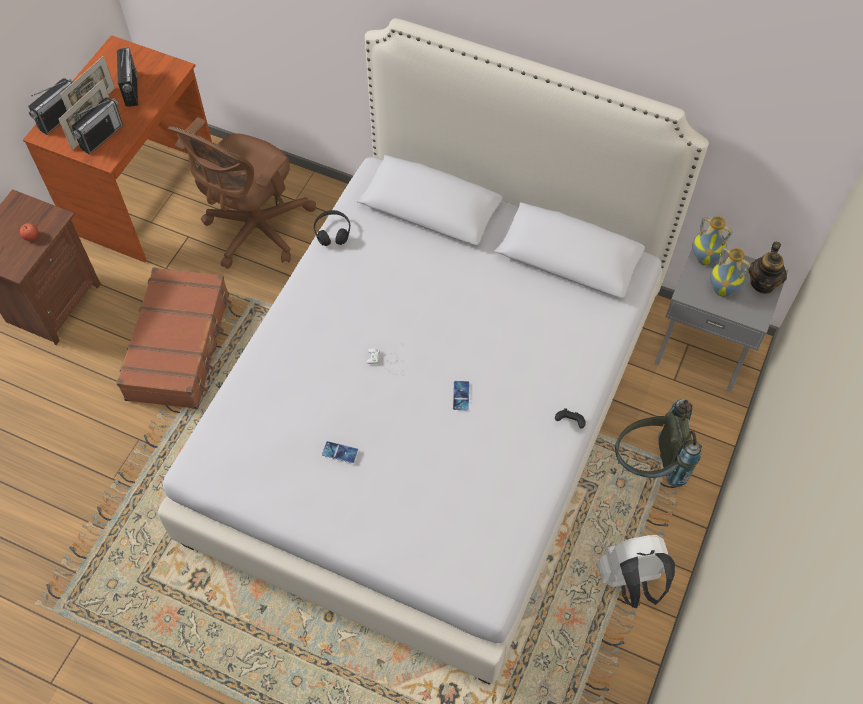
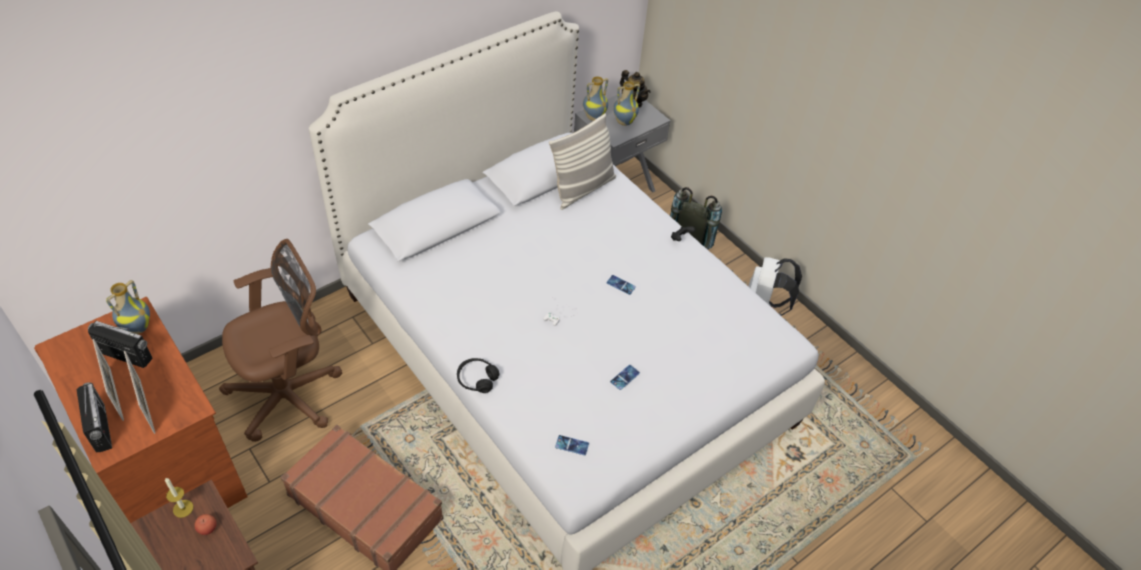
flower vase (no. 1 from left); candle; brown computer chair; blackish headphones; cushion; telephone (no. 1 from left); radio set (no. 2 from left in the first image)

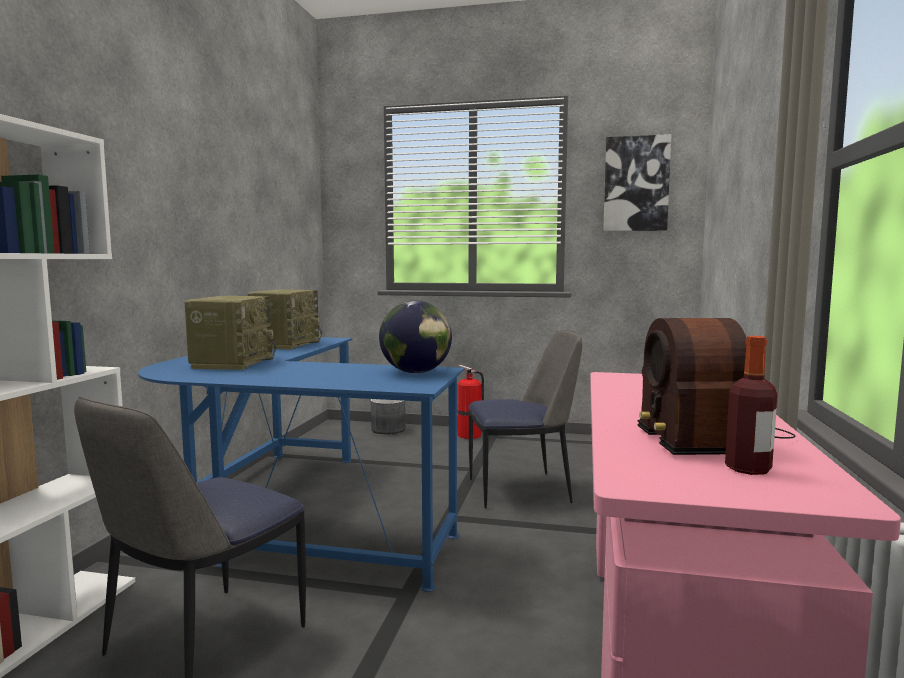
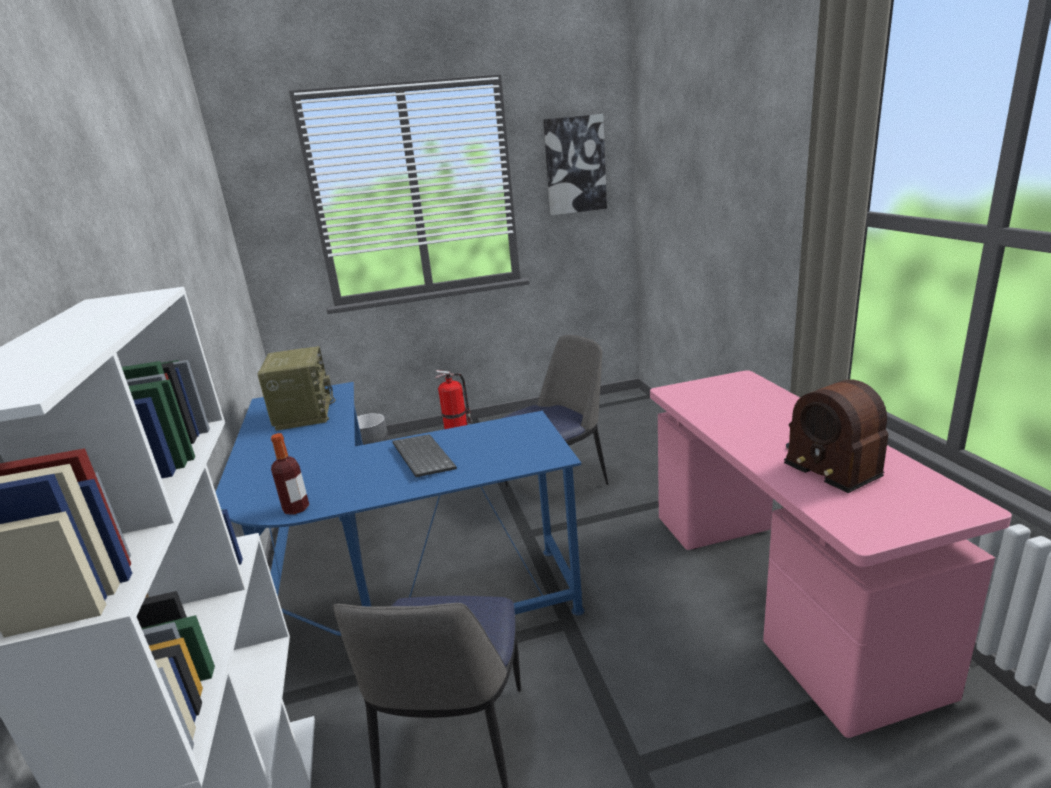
drink bottle; computer keyboard; radio set (no. 1 from left in the first image); world globe

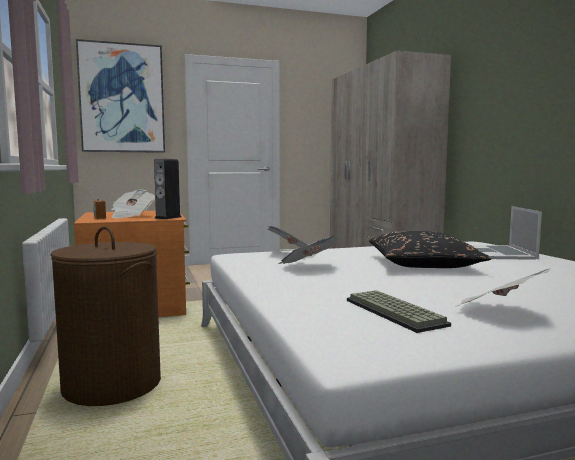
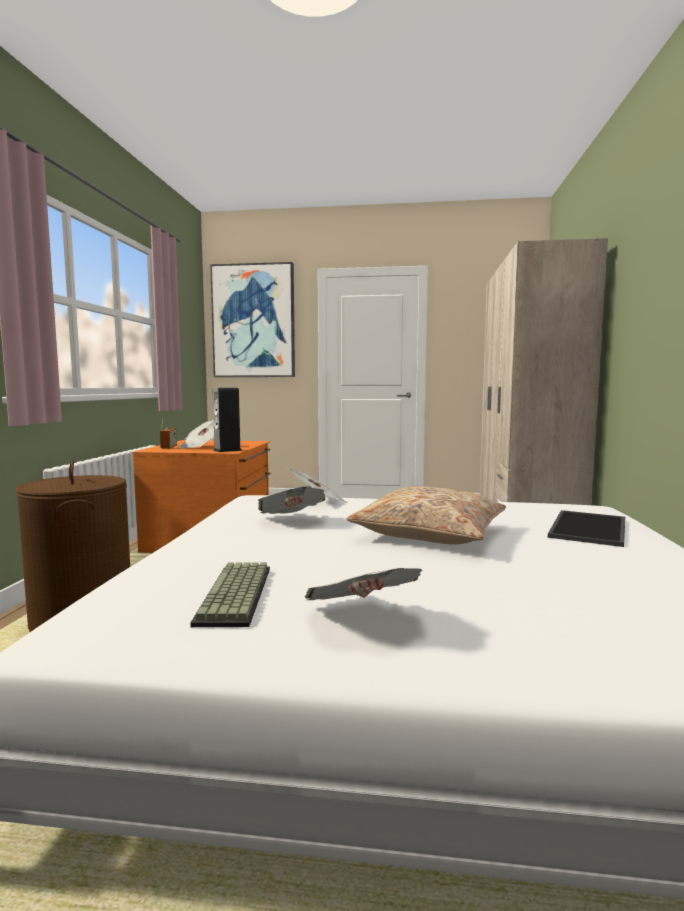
beige-coloured cushion; carrying tray

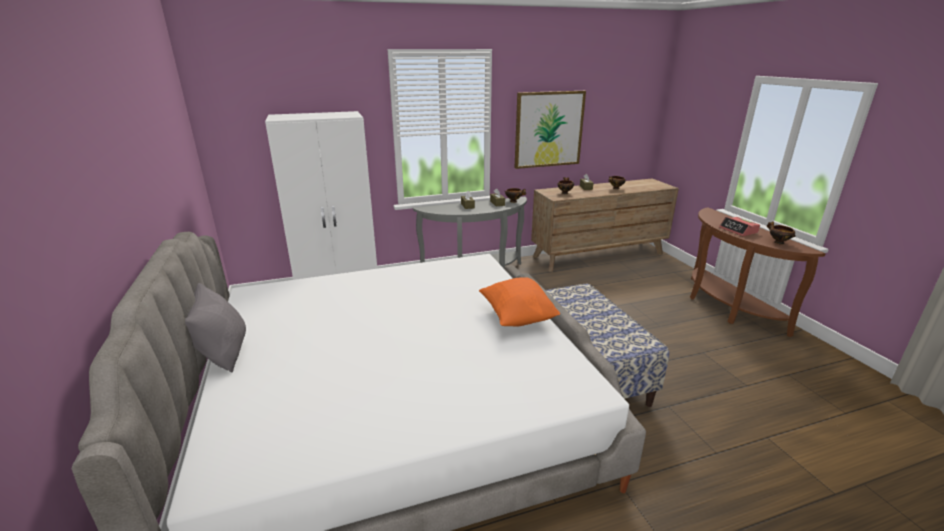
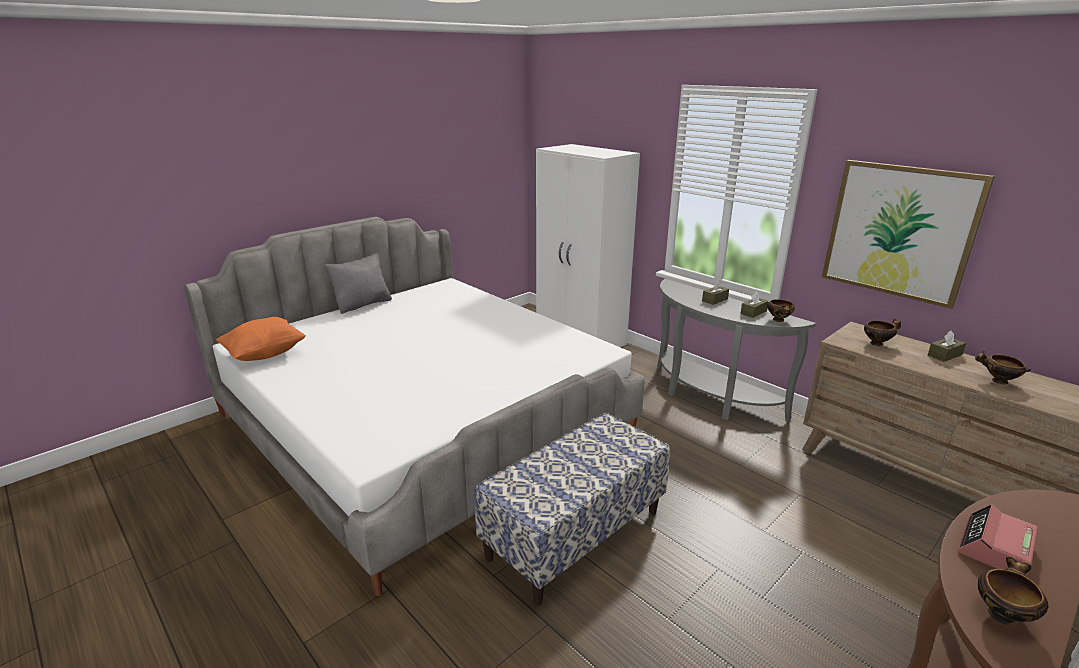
orangey cushion

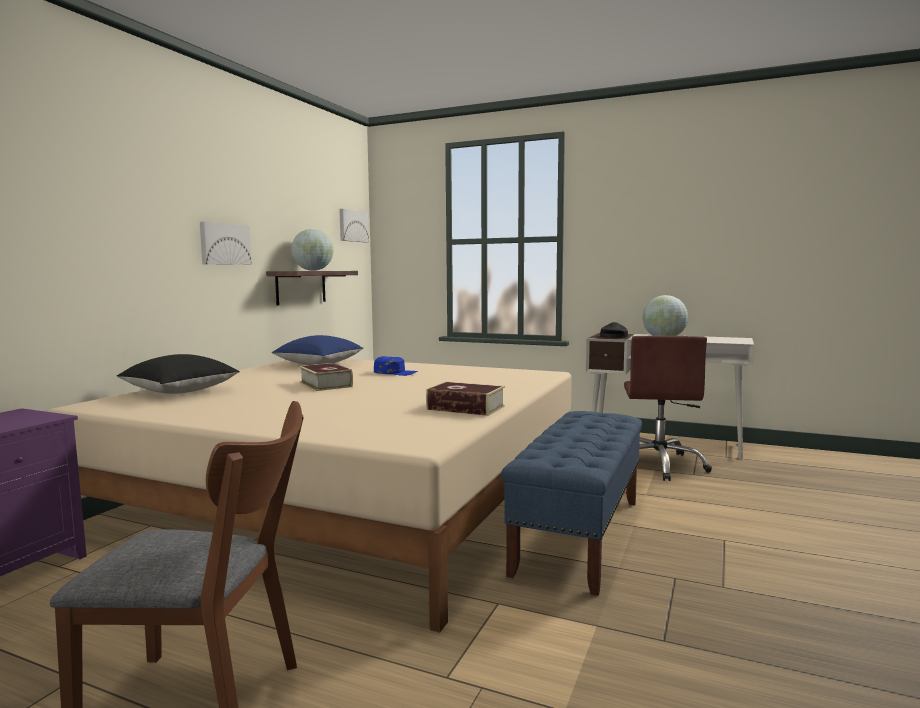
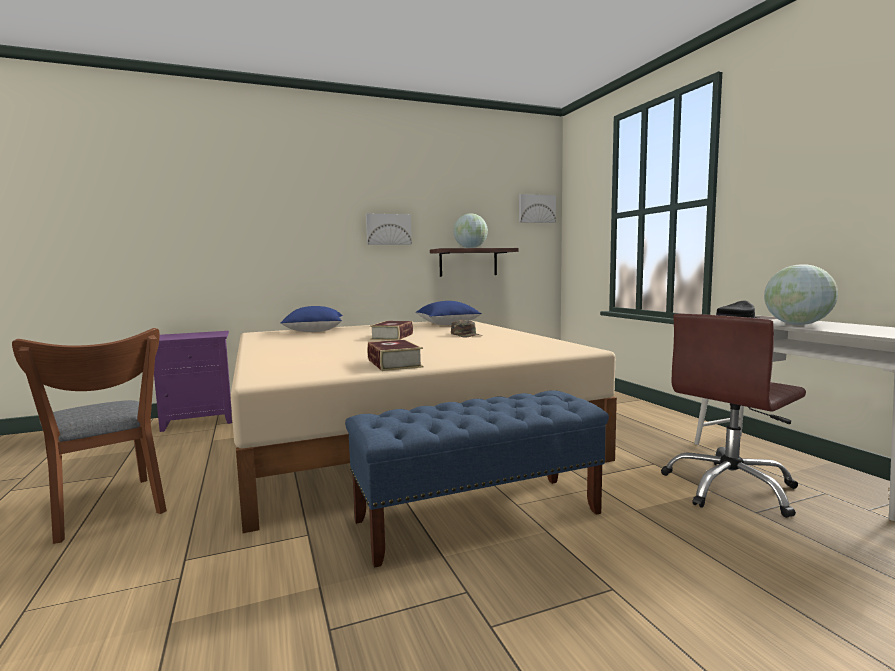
blue cushion (no. 1 from left); green-coloured baseball cap

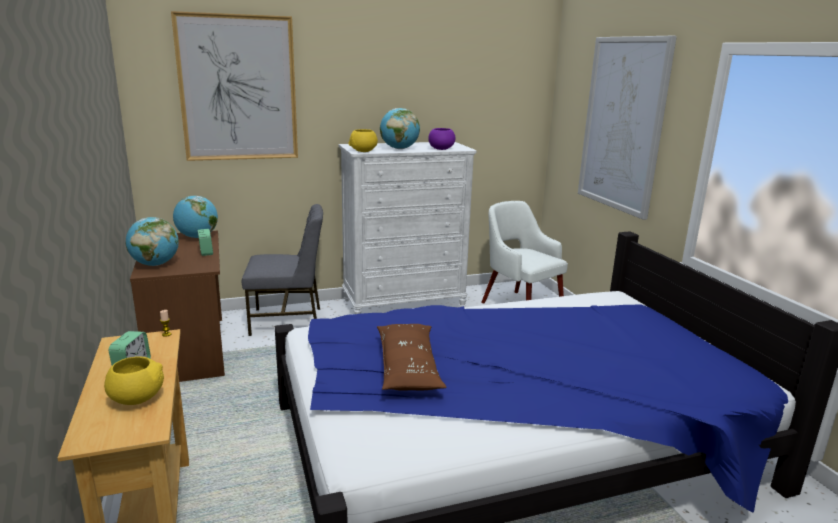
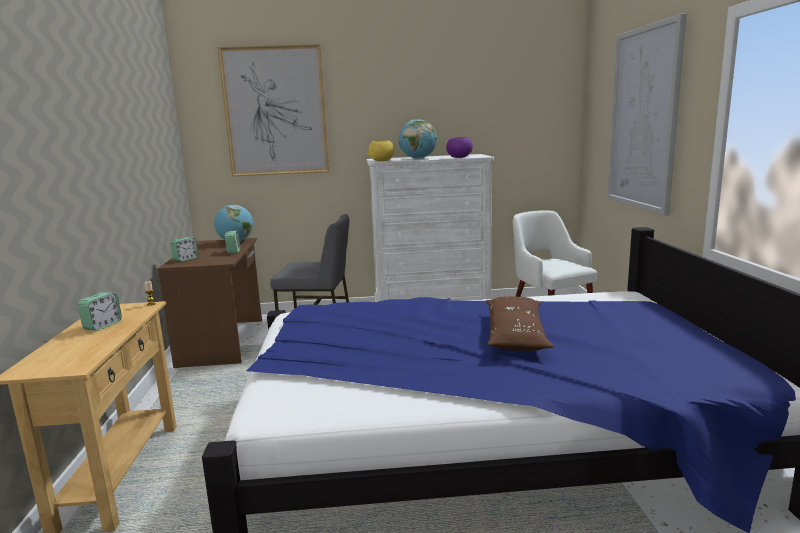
table clock (no. 2 from left); brown cushion; yellowish deep dish (no. 1 from left in the first image)

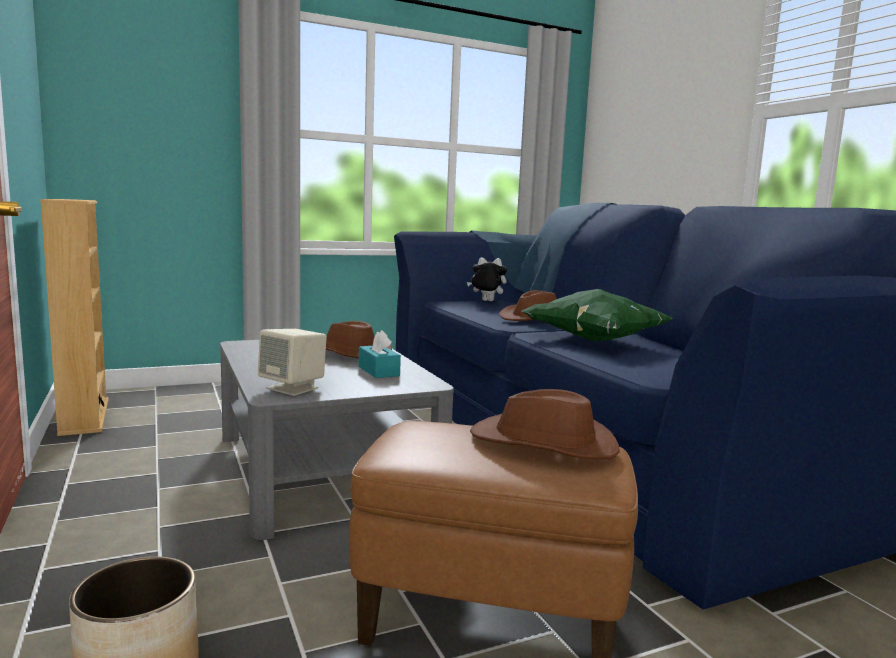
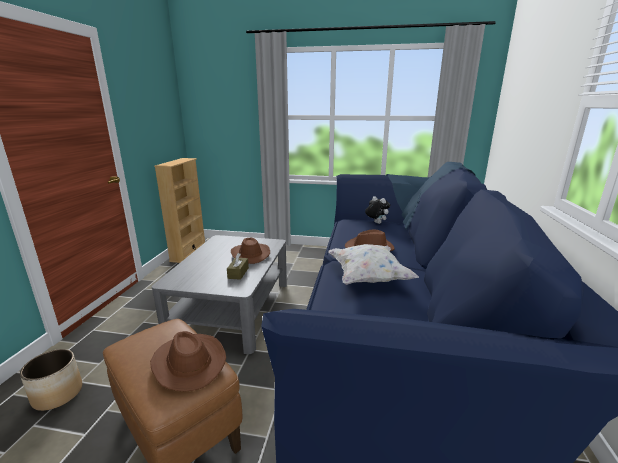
brown box of tissues; white cushion; beige-coloured speaker

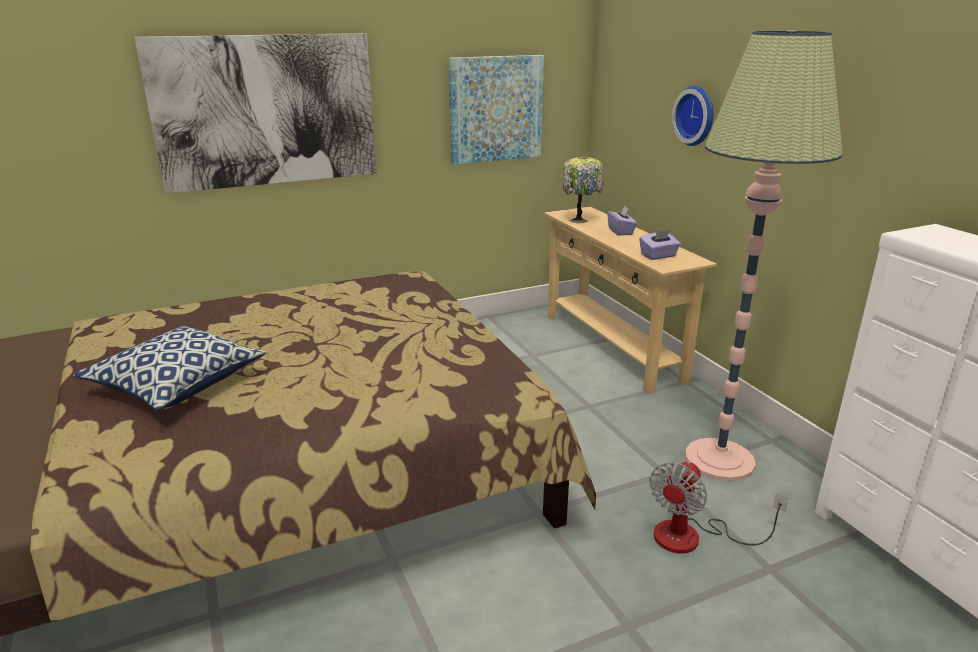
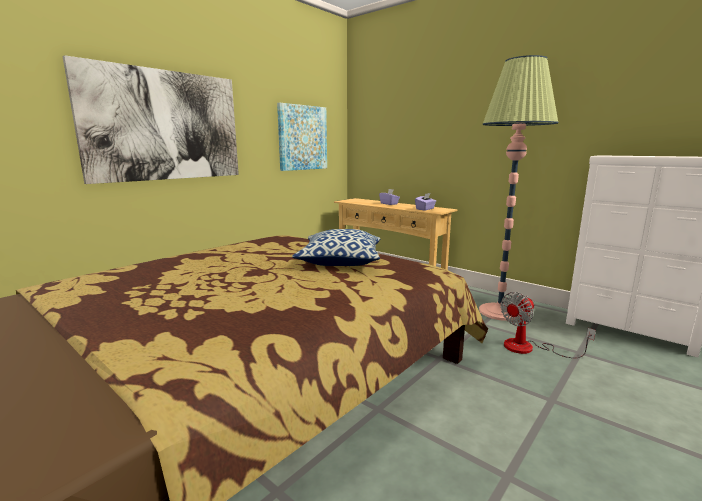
cushion; fan; lamp for a table; hanging clock

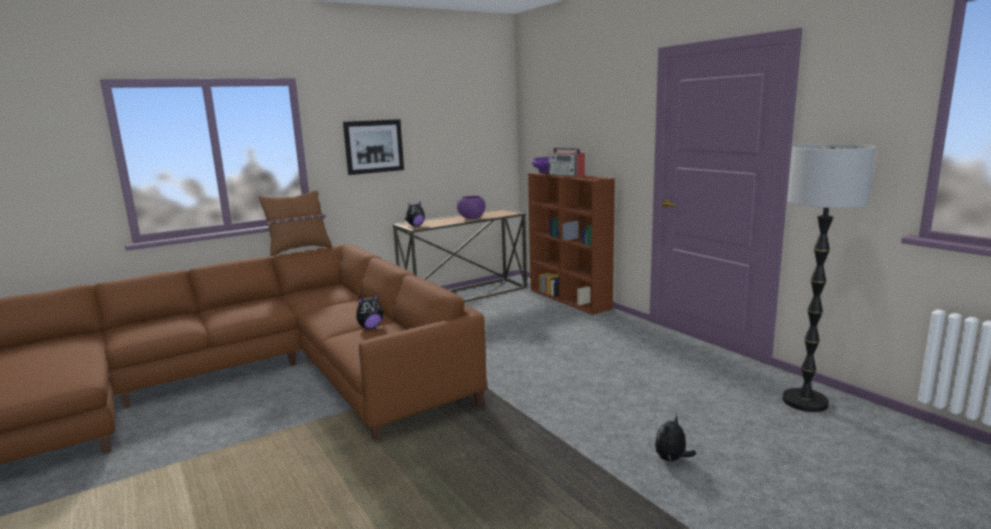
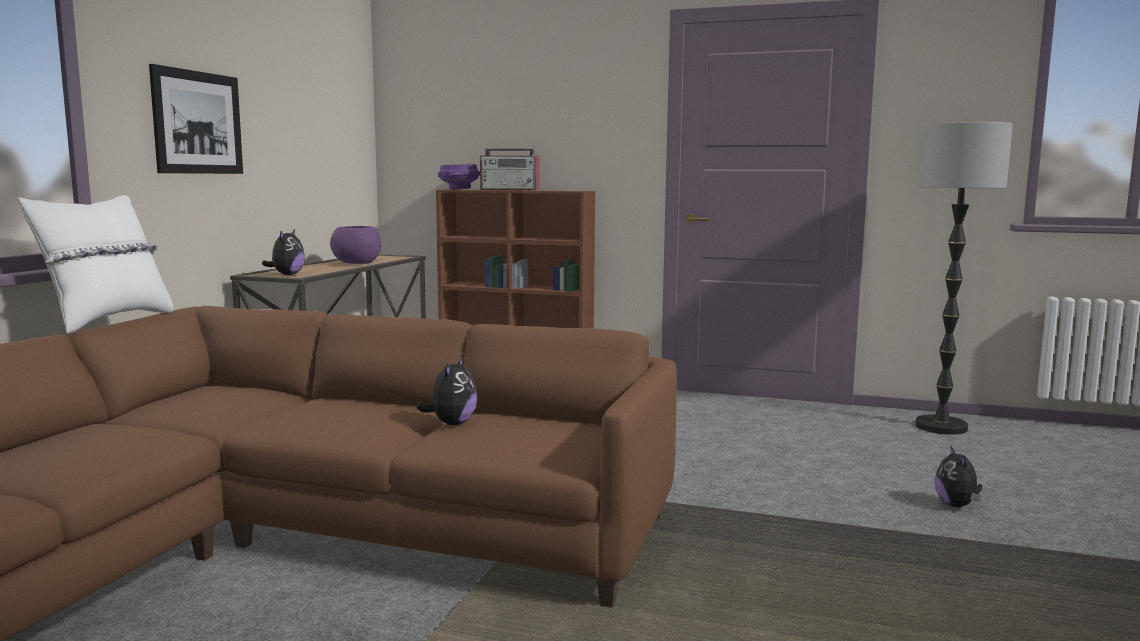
white cushion

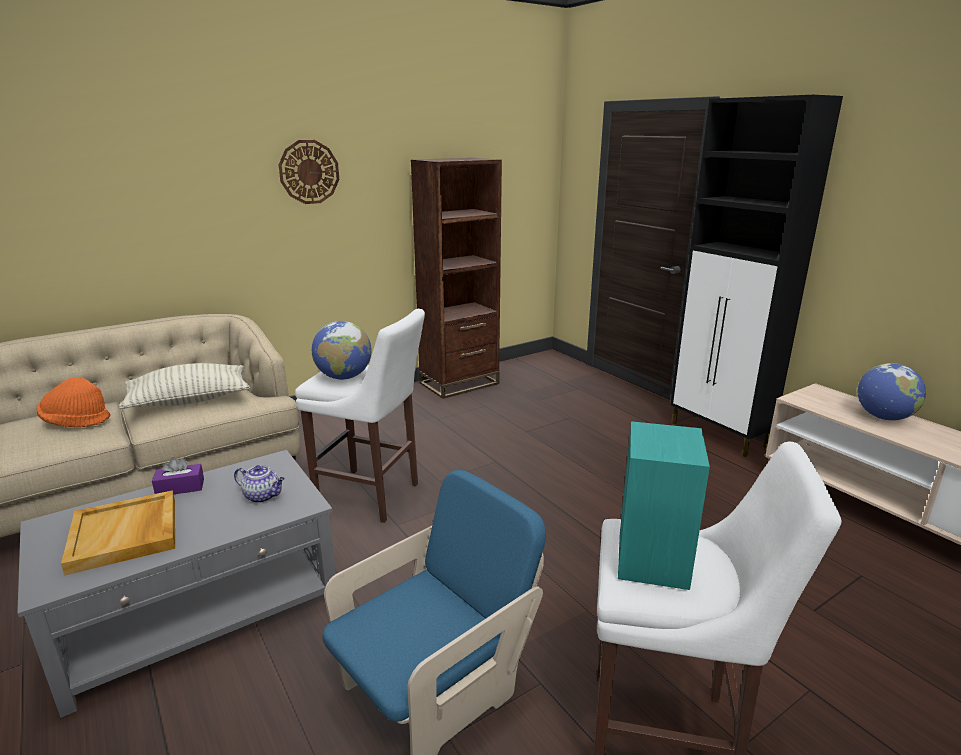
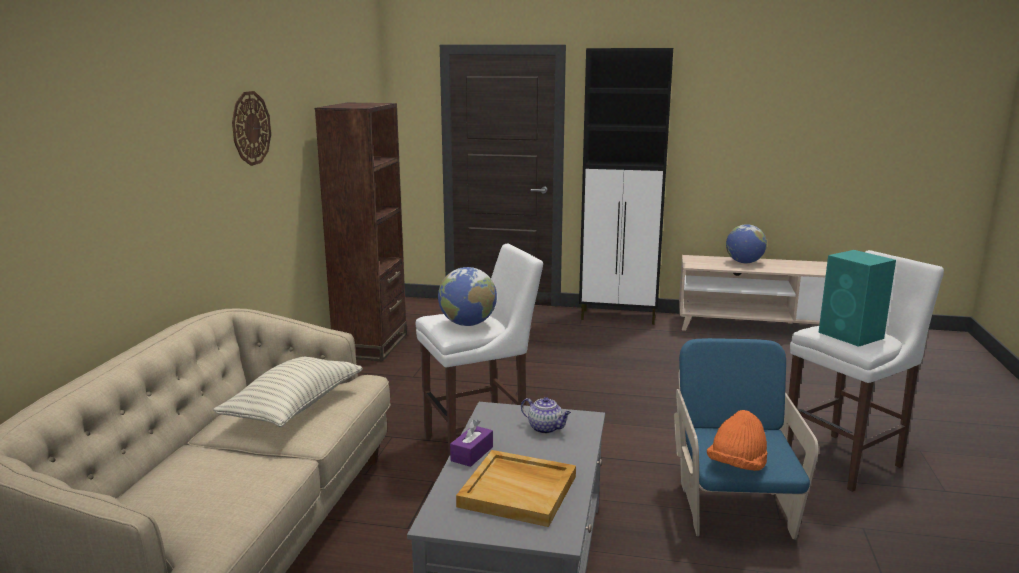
tea pot; orangey clothing hat

